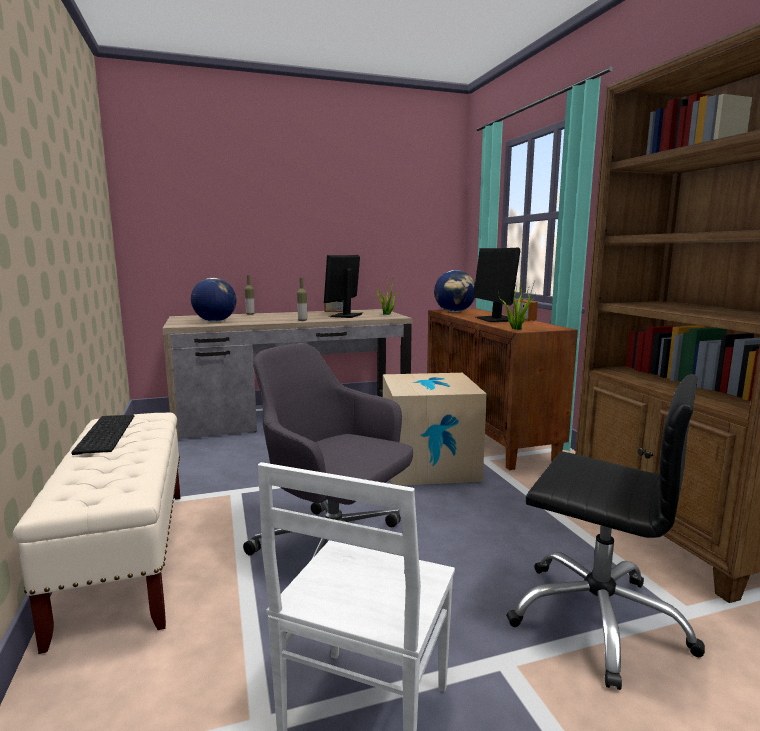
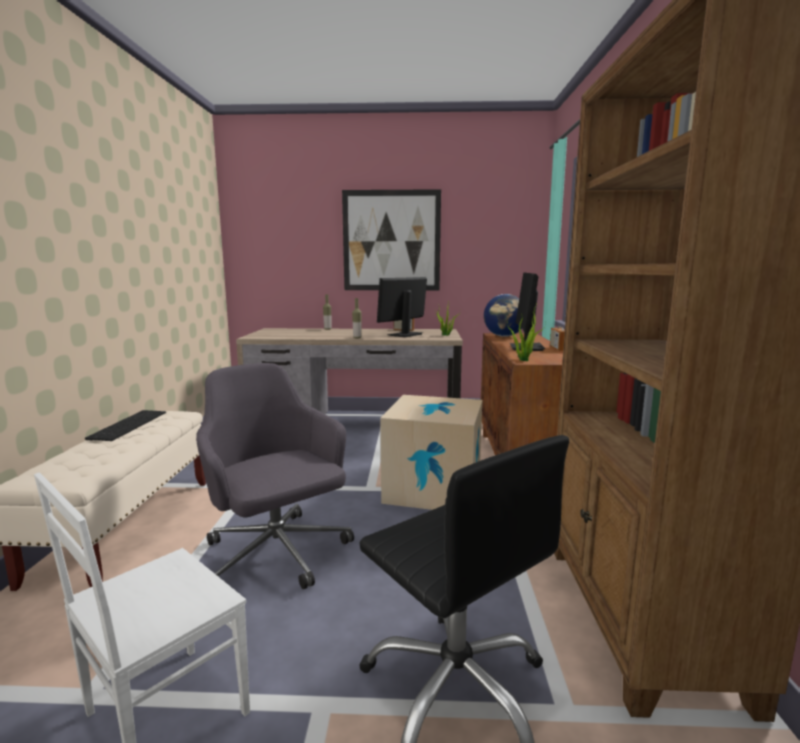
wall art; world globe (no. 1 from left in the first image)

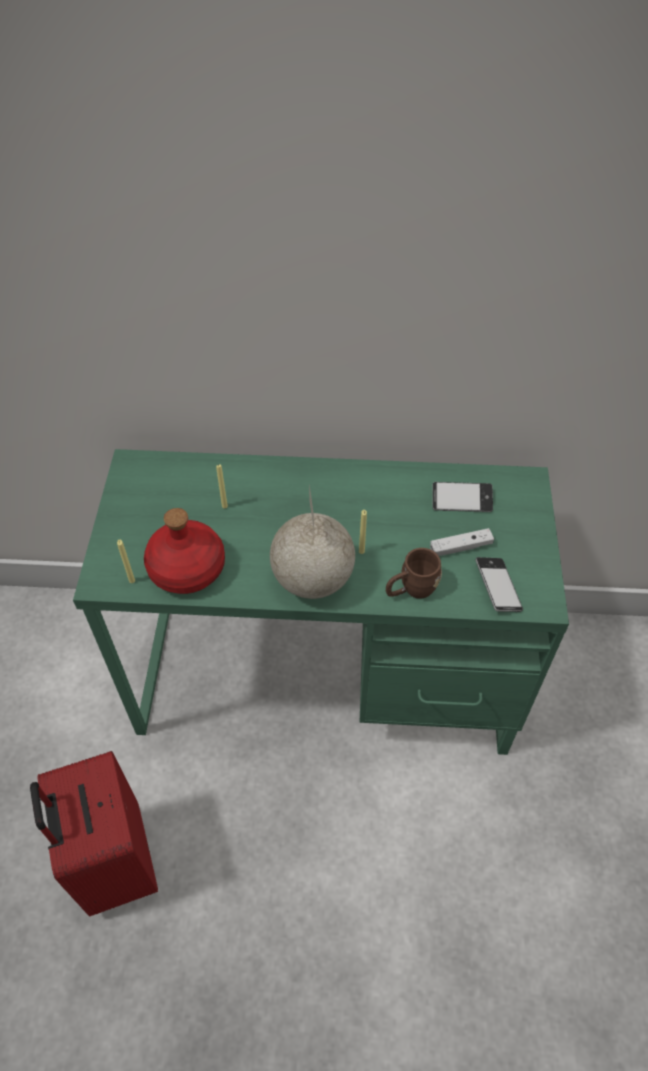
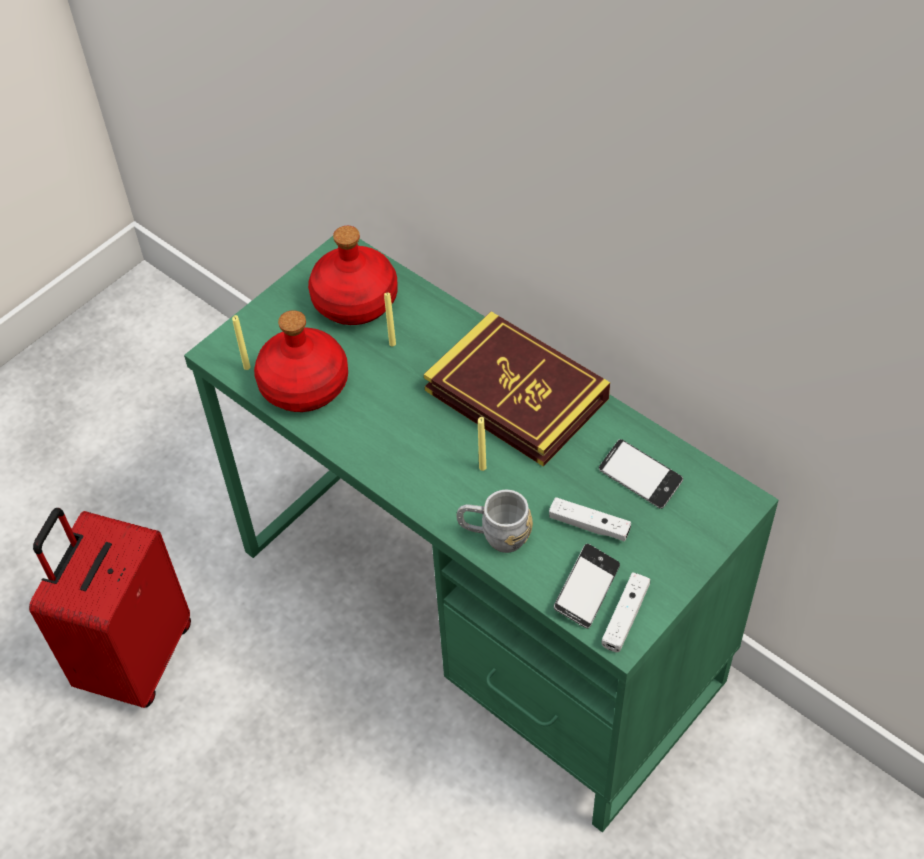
red-coloured drink bottle (no. 2 from left); book; gray coffee mug; white joypad (no. 2 from left); world globe

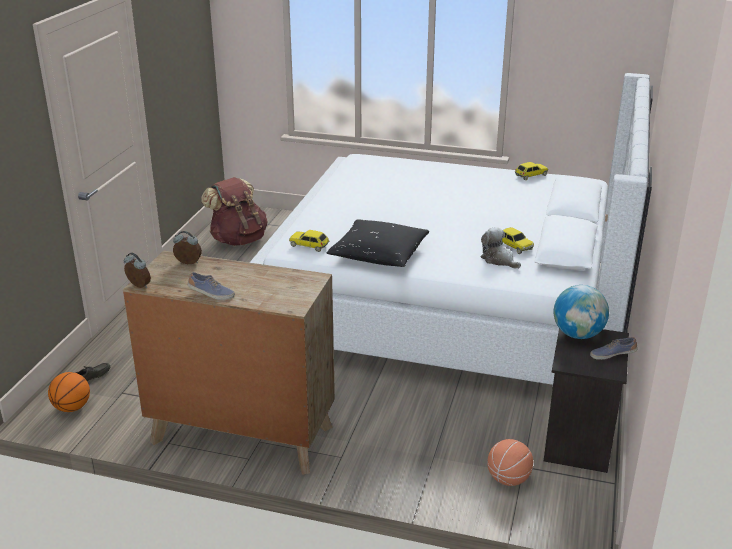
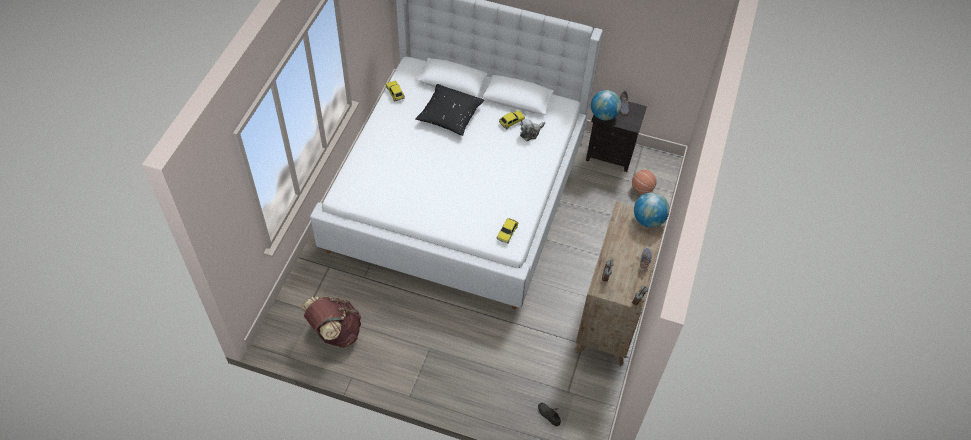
blackish cushion; world globe (no. 2 from left); basketball ball (no. 1 from left in the first image)

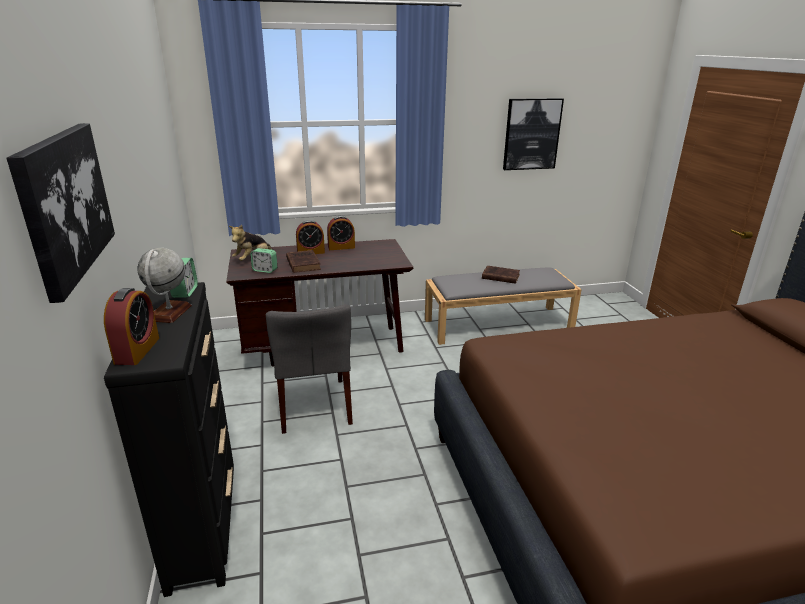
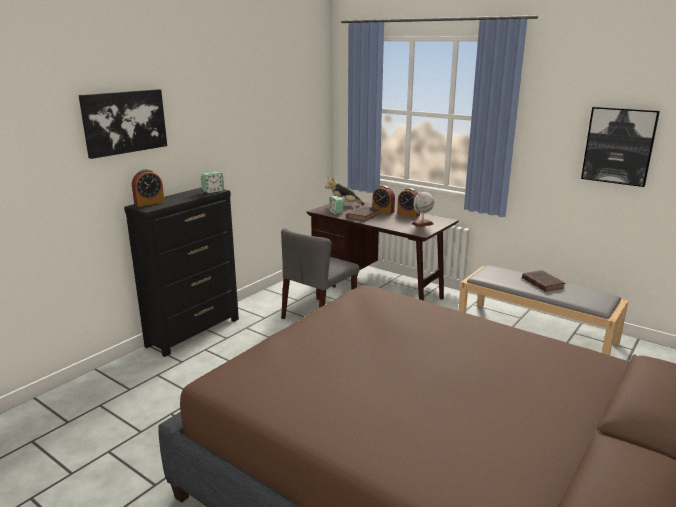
world globe

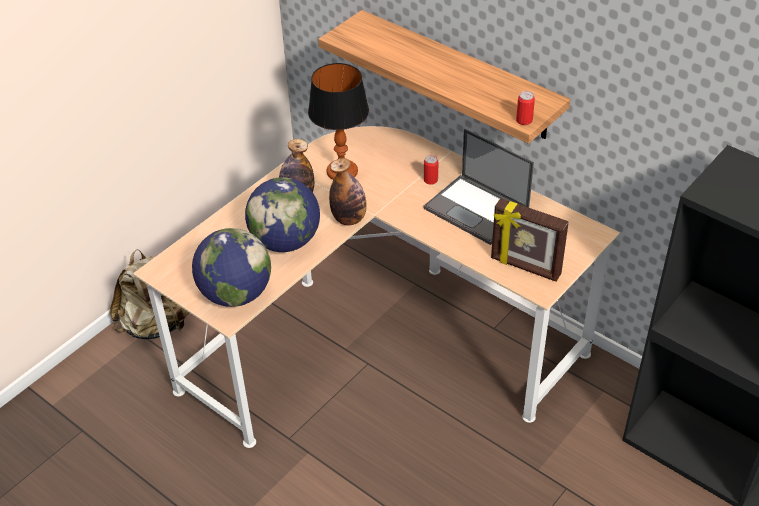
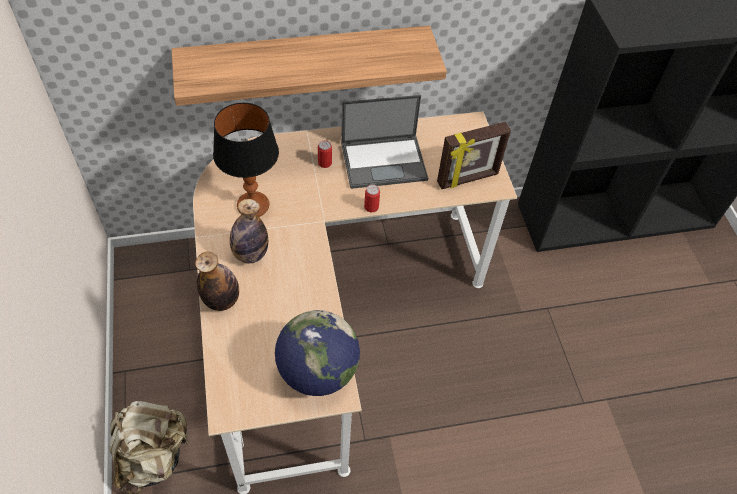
drink bottle (no. 1 from left); can (no. 2 from left); world globe (no. 2 from left in the first image)

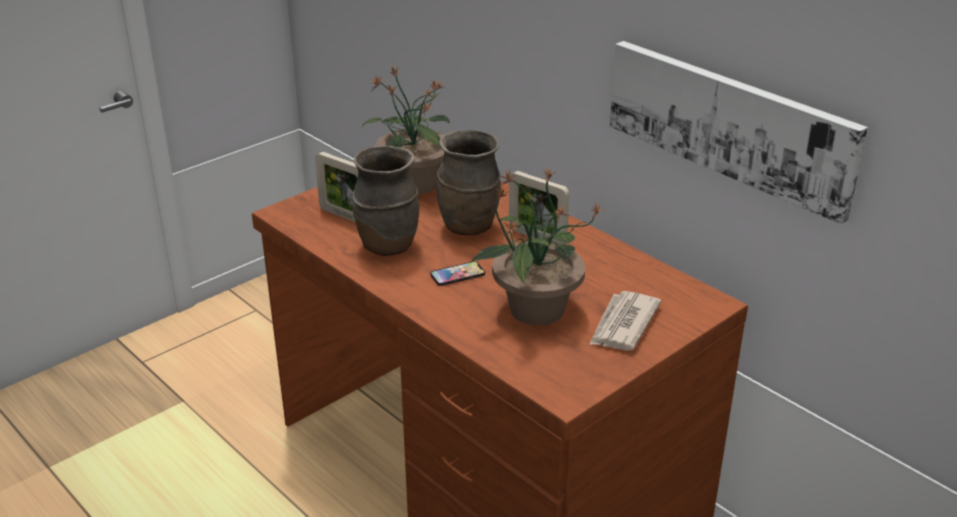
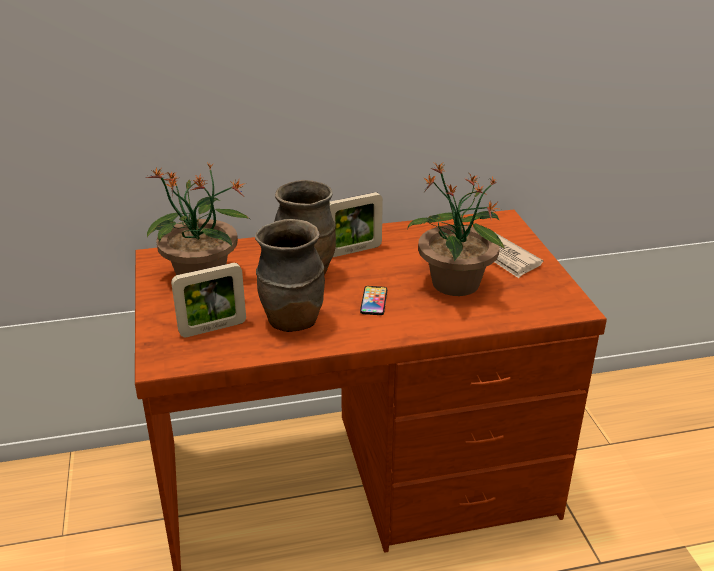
wall art

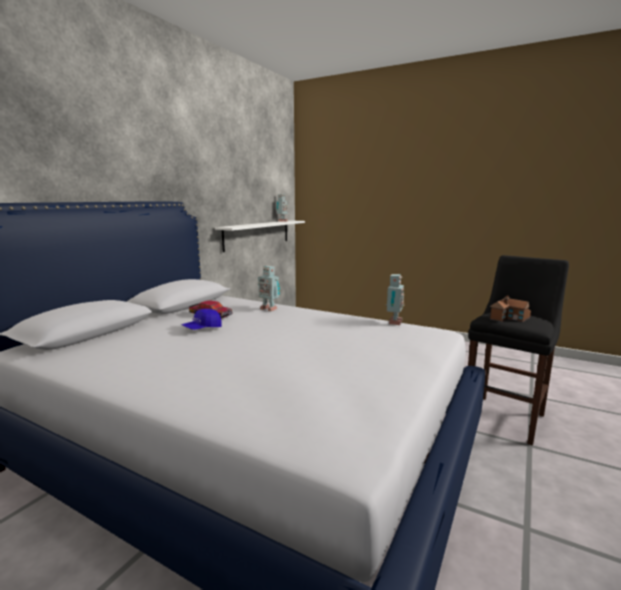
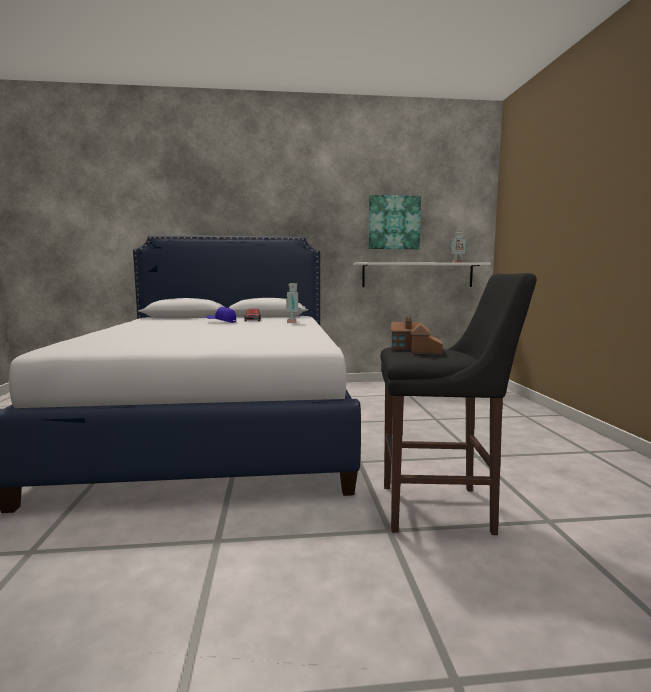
wall art; model robot (no. 3 from left in the first image)

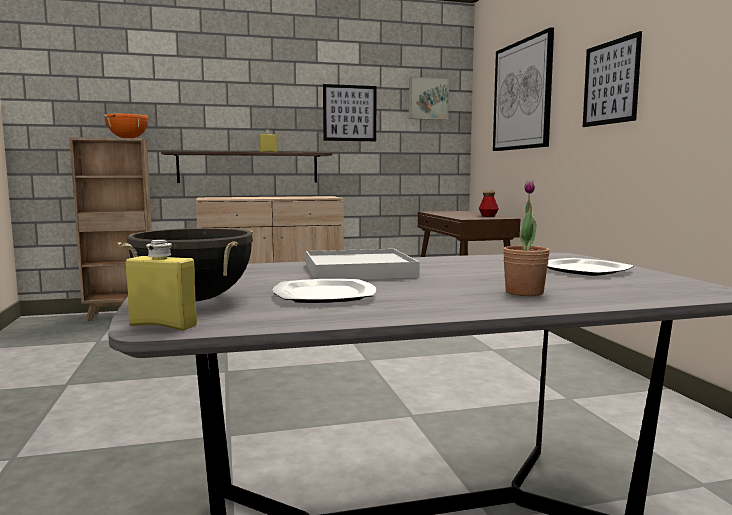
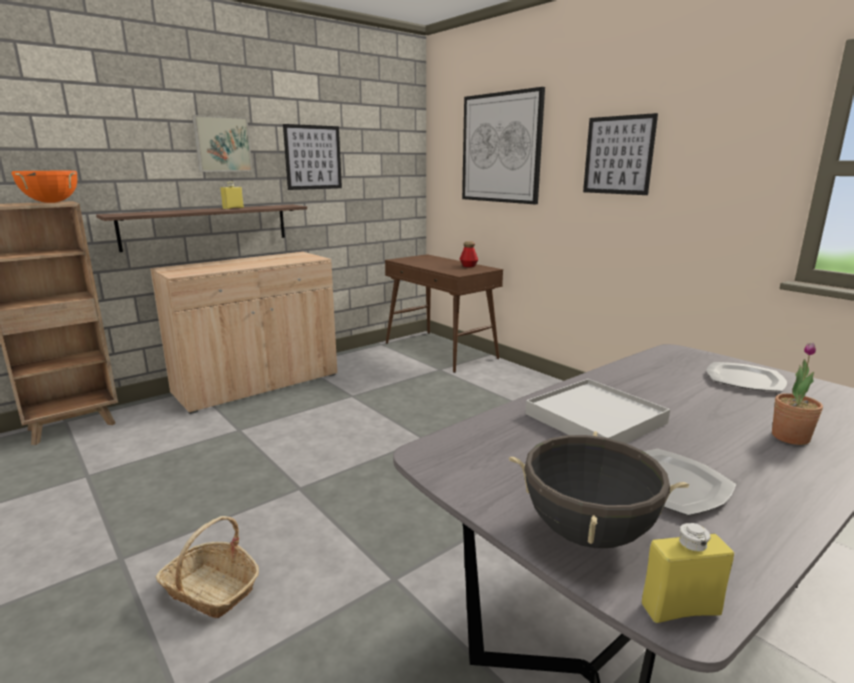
basket; wall art (no. 1 from left)

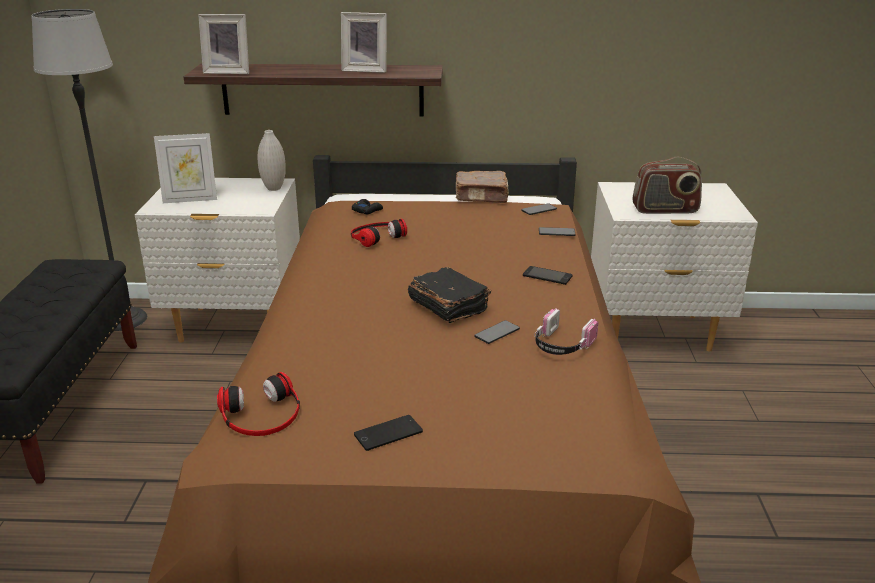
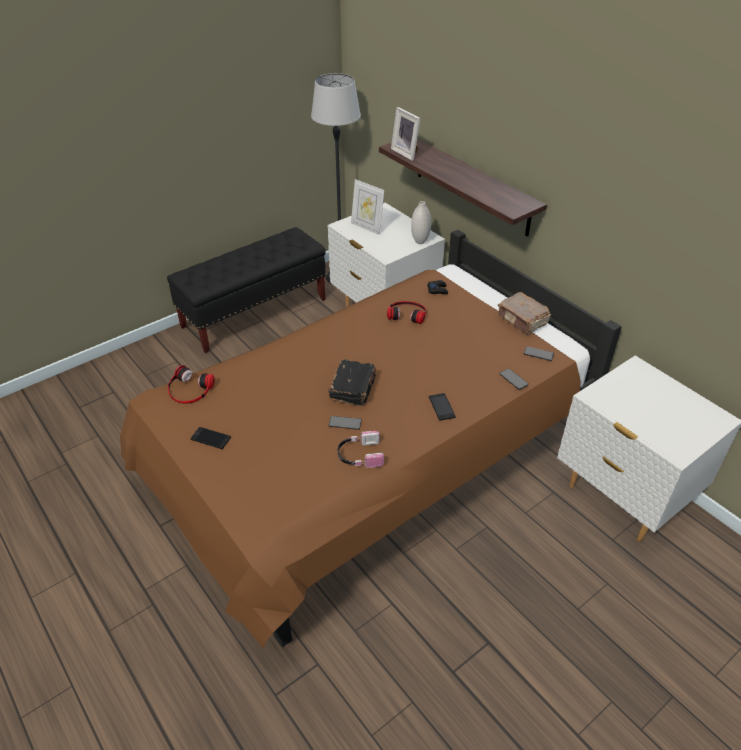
picture frame (no. 3 from left in the first image); radio set

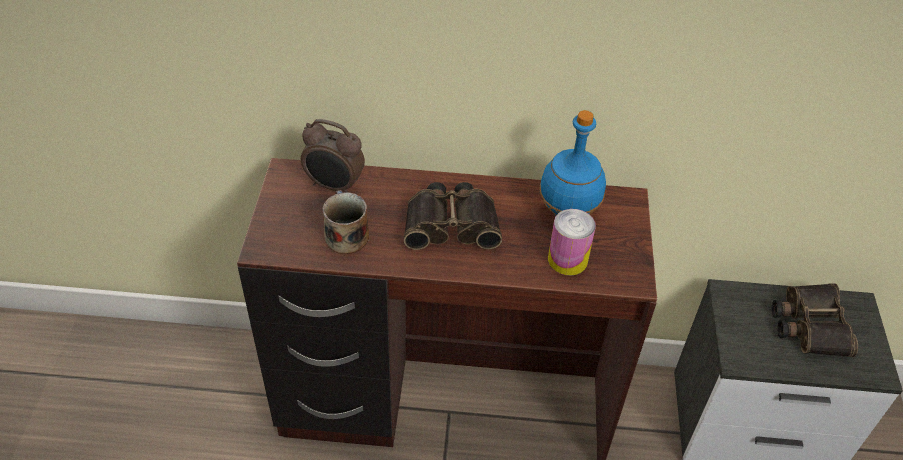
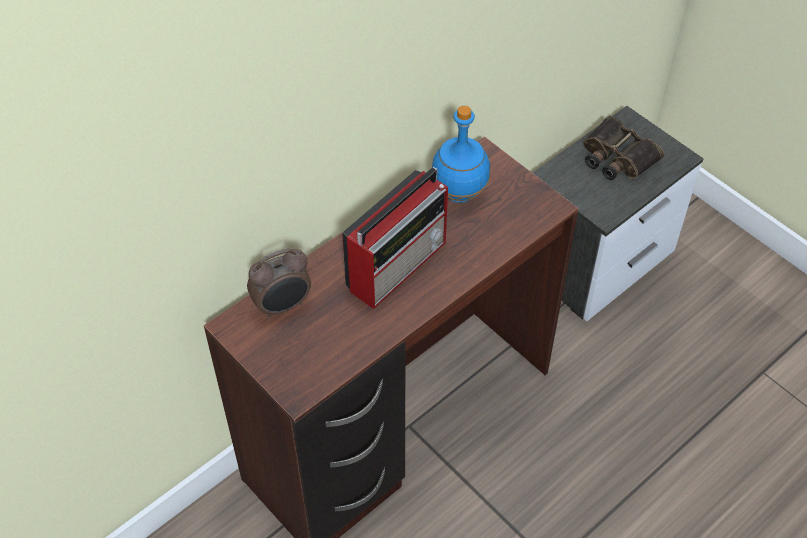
radio set; coffee mug; can

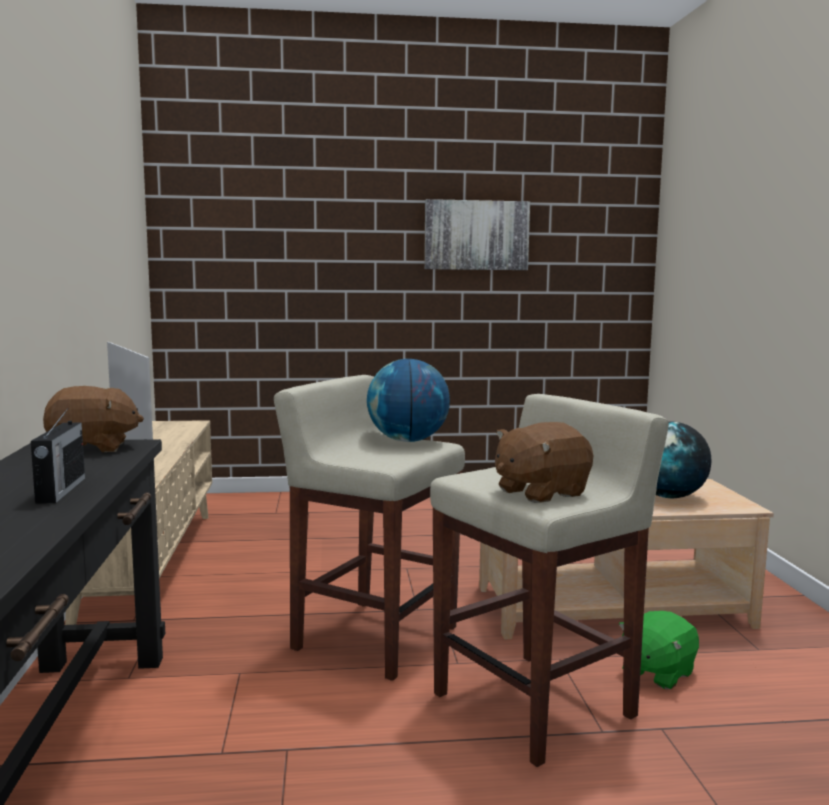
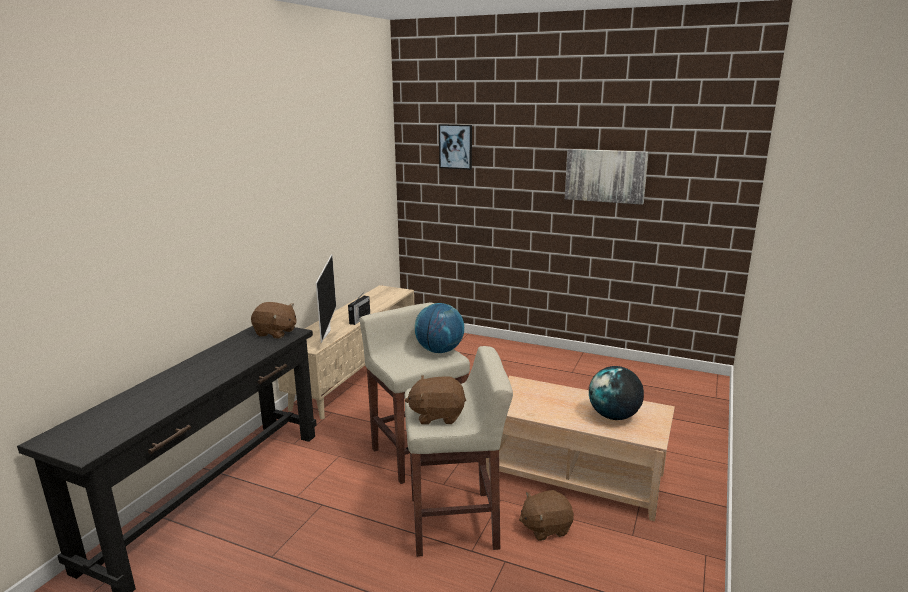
radio set; wall art (no. 1 from left); brown plush toy (no. 3 from left)

